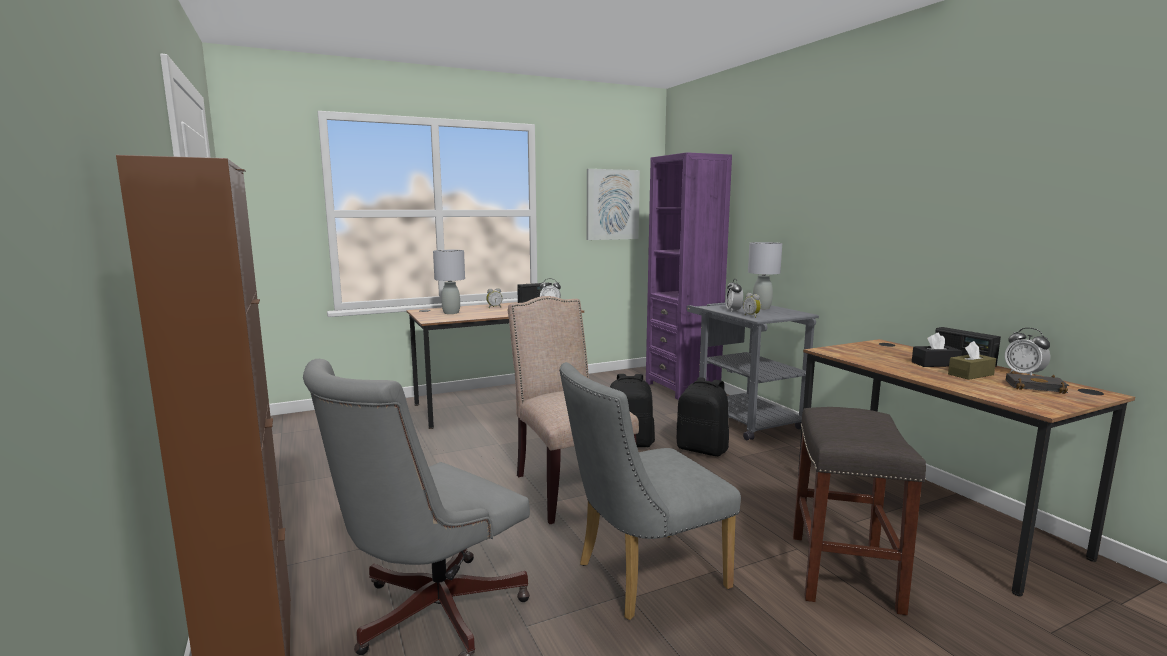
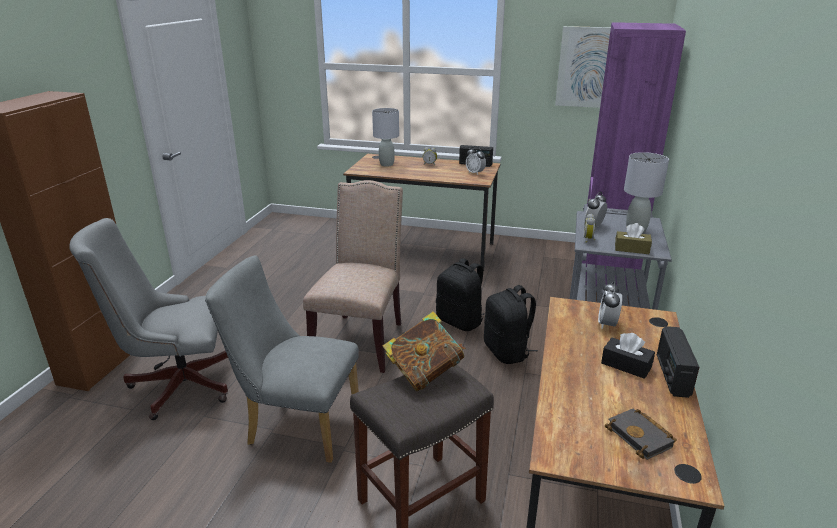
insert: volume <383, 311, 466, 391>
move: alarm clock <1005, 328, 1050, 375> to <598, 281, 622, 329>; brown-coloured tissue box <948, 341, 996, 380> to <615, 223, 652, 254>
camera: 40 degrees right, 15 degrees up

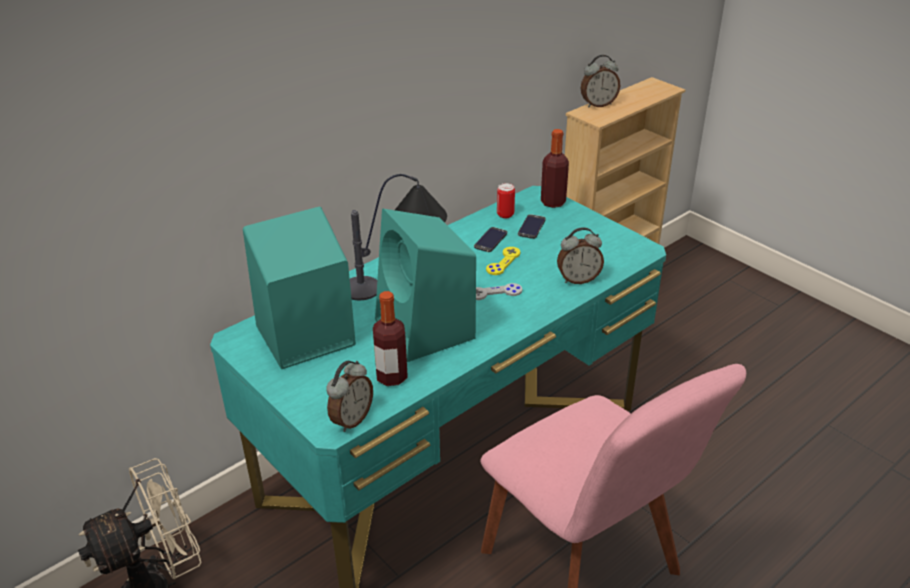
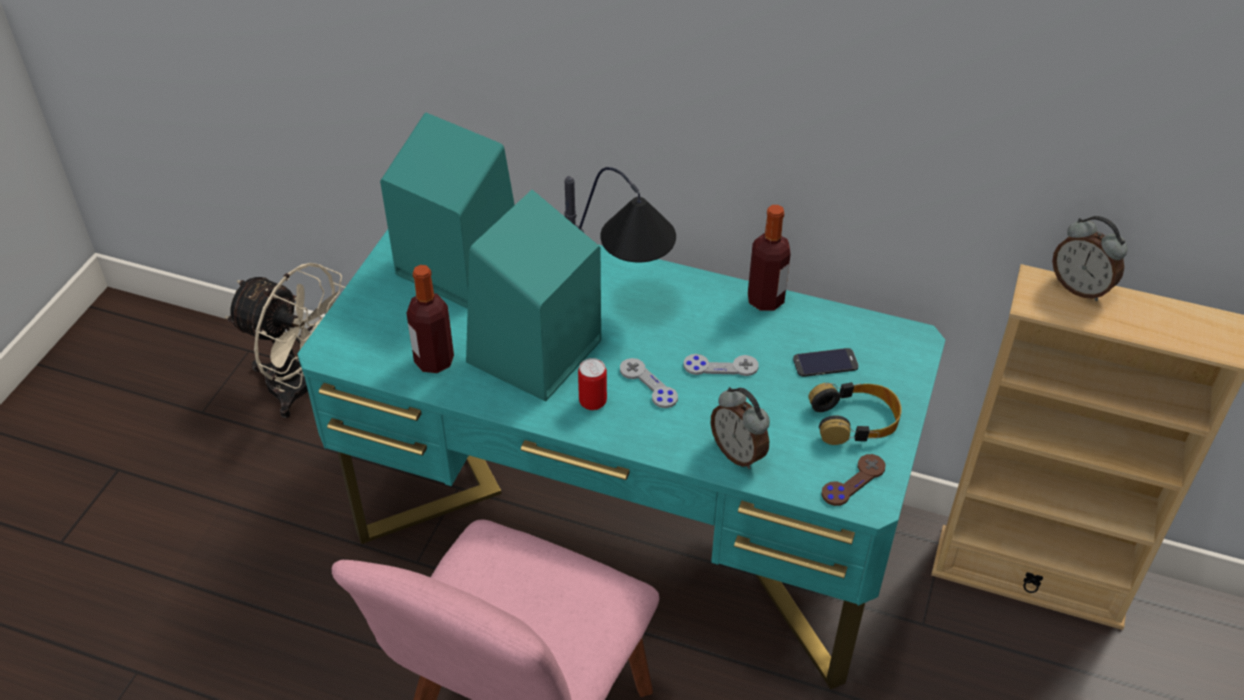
delete: alarm clock <326, 360, 373, 432>; handset <474, 227, 507, 252>
insert: pair of headphones <808, 382, 902, 445>; brown-coloured game controller <822, 454, 885, 506>
move: metal can <497, 183, 515, 218> to <578, 358, 607, 410>; drink bottle <541, 129, 569, 208> to <748, 205, 791, 311>
recolor: yellow game controller <486, 247, 520, 275> to grey game controller <684, 354, 759, 376>
camera: 60 degrees right, 10 degrees up

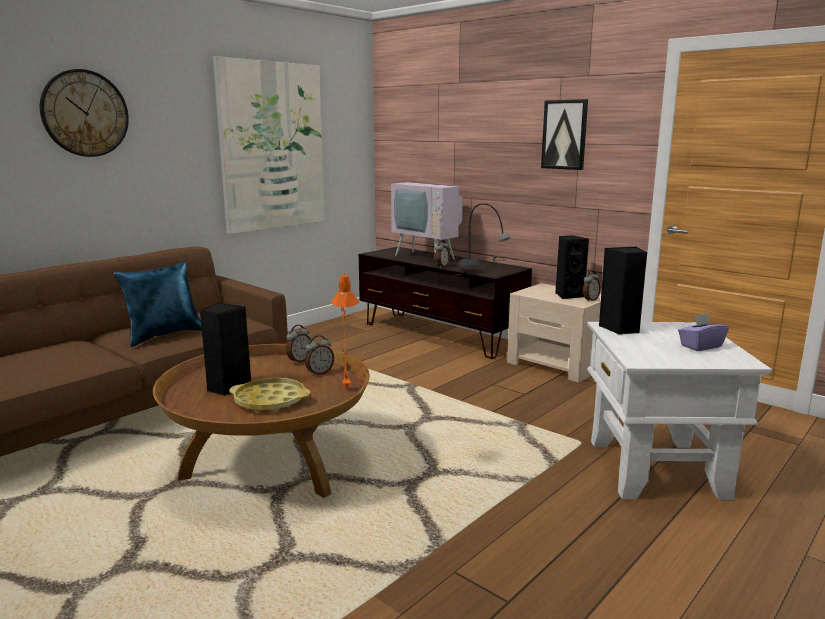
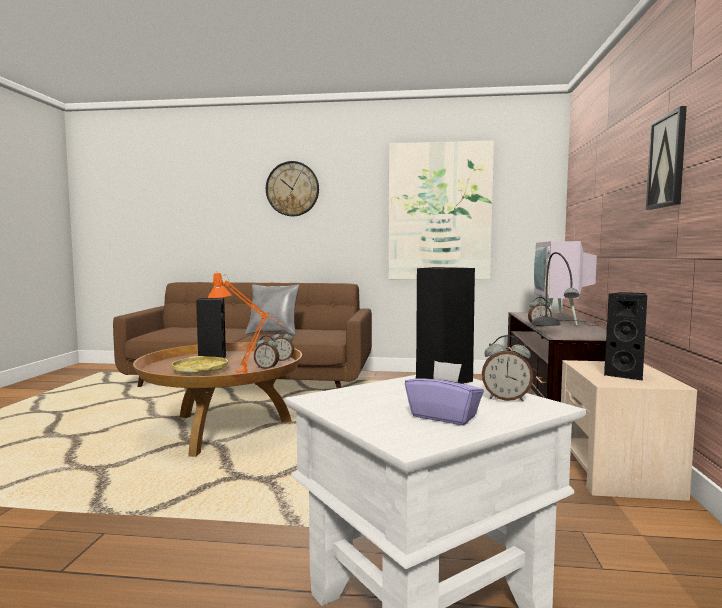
move: alarm clock <583, 271, 601, 302> to <482, 335, 533, 401>
recolor: bluish throw pillow <113, 261, 202, 347> to grey throw pillow <245, 284, 300, 335>
camera: 55 degrees right, 10 degrees down

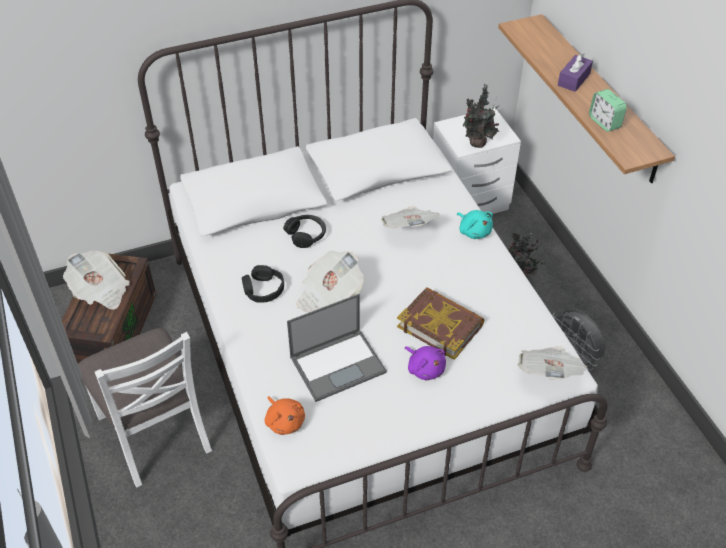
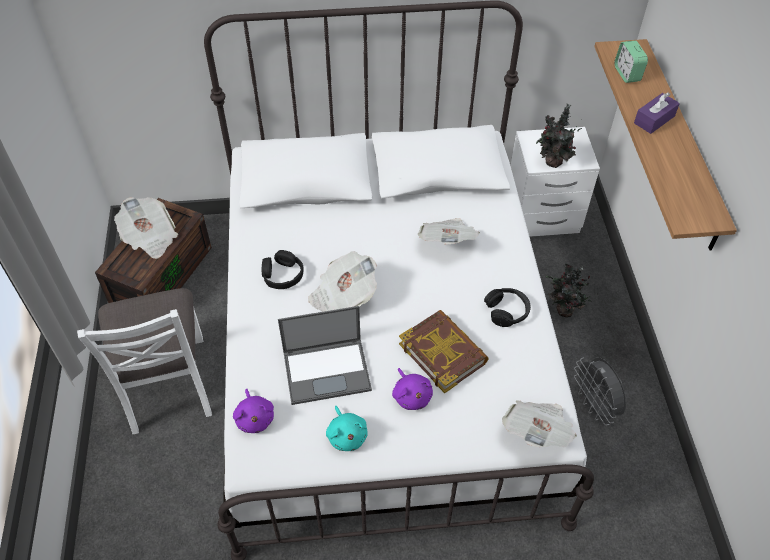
move: blue-green cuddly toy <457, 210, 493, 239> to <326, 406, 368, 451>; black-coloured pair of headphones <283, 215, 326, 248> to <484, 288, 531, 327>; alarm clock <589, 89, 627, 132> to <614, 40, 648, 83>
recolor: orange-coloured cuddly toy <265, 396, 305, 435> to purplish cuddly toy <233, 389, 274, 433>
camera: 15 degrees right, 5 degrees up

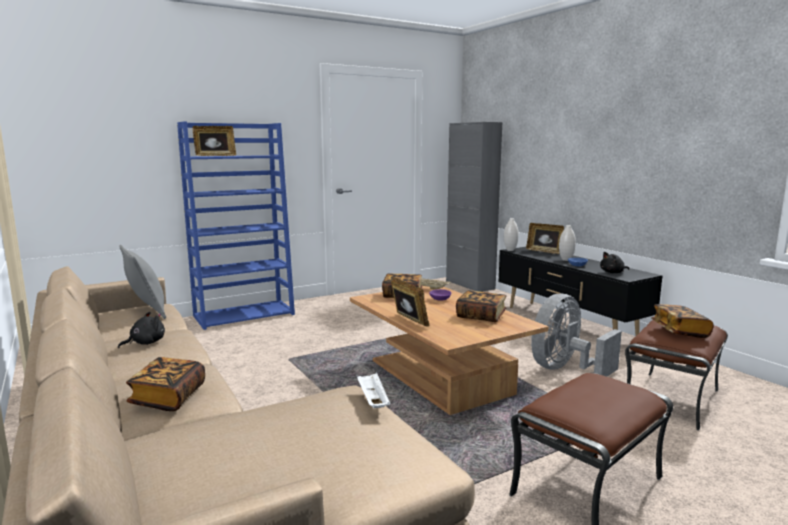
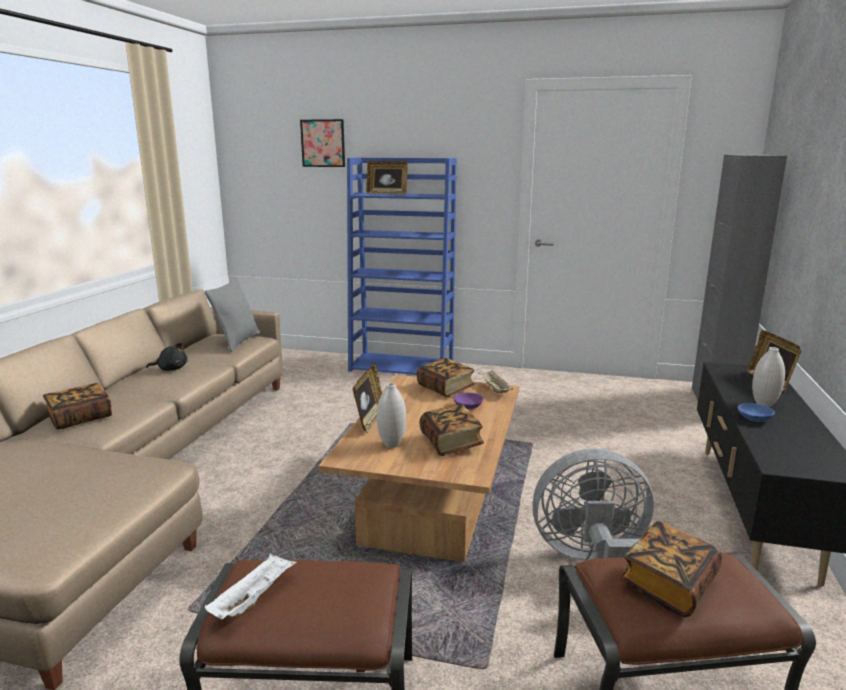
delete: black-coloured cuddly toy <600, 252, 629, 273>
insert: wall art <300, 119, 345, 167>
move: white tray <357, 373, 390, 408> to <205, 553, 296, 620>; white vase <504, 218, 519, 251> to <377, 383, 406, 448>
camera: 45 degrees right, 5 degrees up

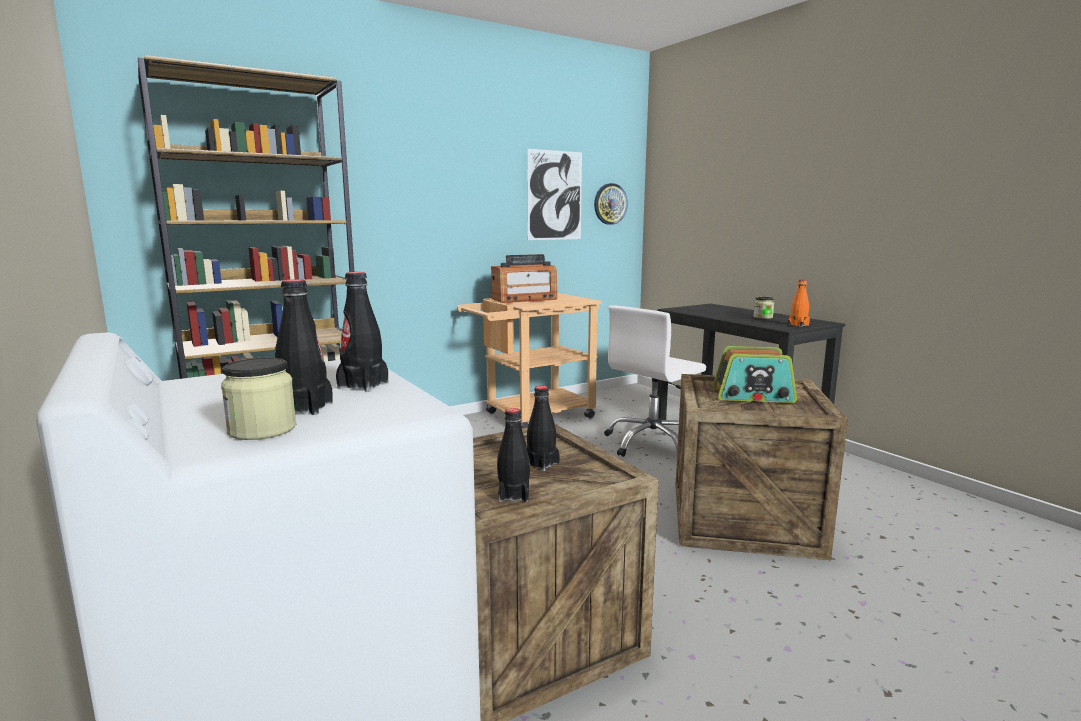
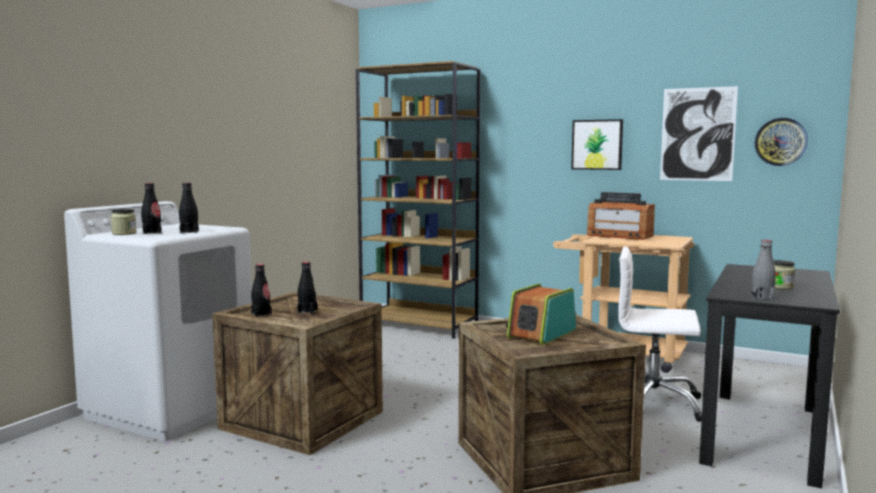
insert: wall art <571, 119, 623, 170>
recolor: orange-coloured drink bottle <788, 280, 810, 327> to grey drink bottle <752, 240, 776, 300>
rotate: radio set <713, 346, 797, 403> = <506, 284, 576, 345> 60 degrees clockwise
camera: 60 degrees right, 5 degrees down

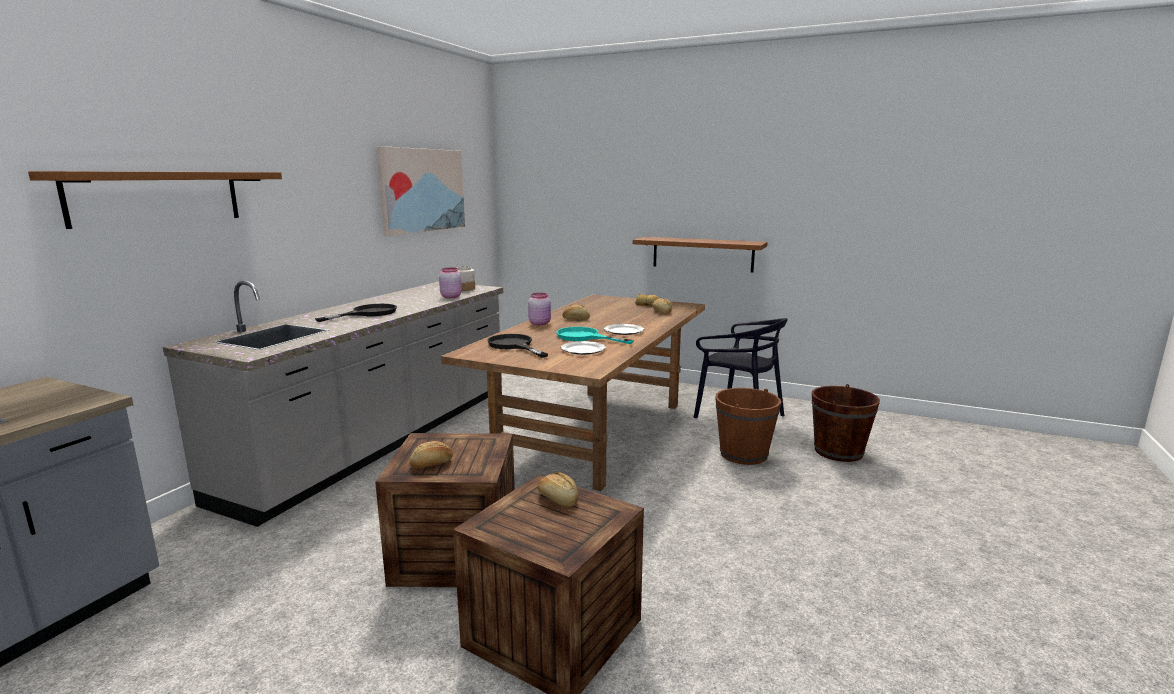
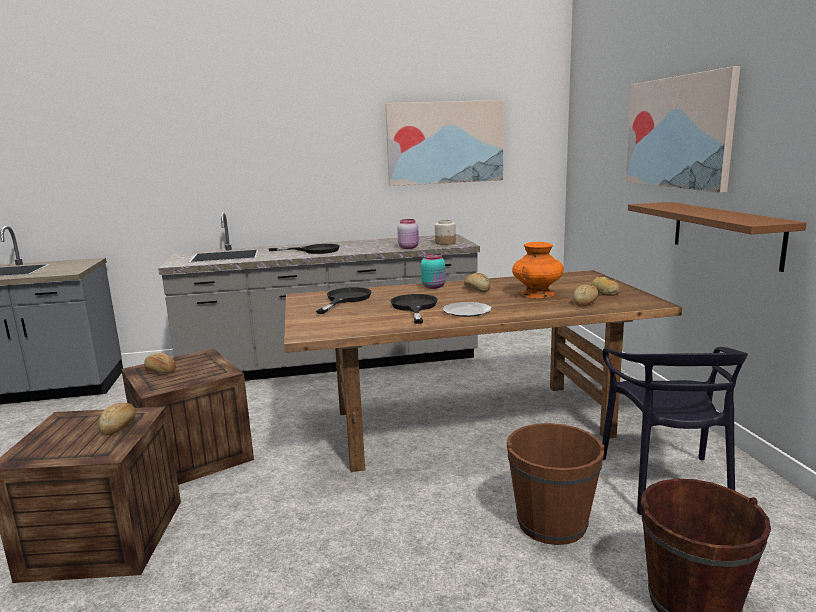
delete: brown-coloured bracket shelf <28, 171, 282, 229>; flat dish <561, 341, 606, 355>
insert: orange-coloured vase <512, 242, 564, 298>; wall art <625, 66, 740, 193>
recolor: blue-green skillet <556, 327, 634, 344> to black-coloured skillet <390, 294, 438, 324>; pinkish storage jar <528, 293, 551, 325> to blue-green storage jar <421, 253, 446, 289>
camera: 55 degrees right, 0 degrees up

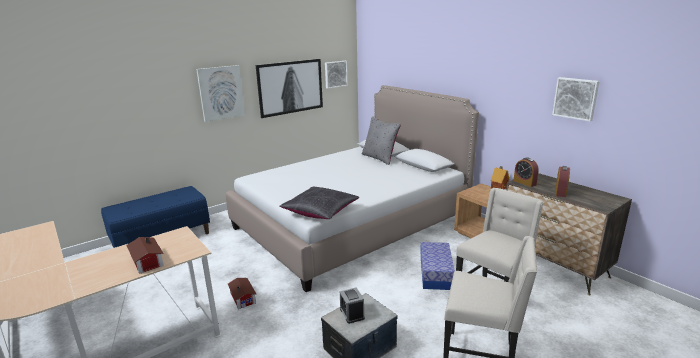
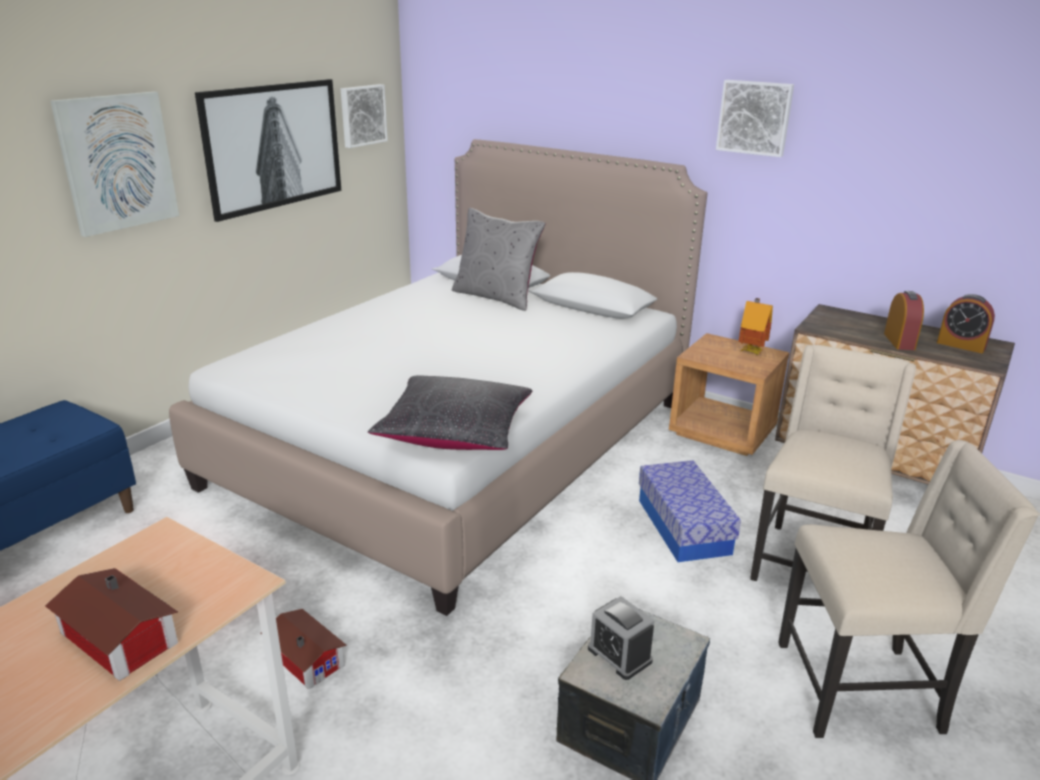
move: wall art <552, 77, 600, 121> to <716, 80, 794, 157>; alarm clock <513, 158, 539, 187> to <937, 294, 995, 353>
camera: 20 degrees left, 5 degrees up

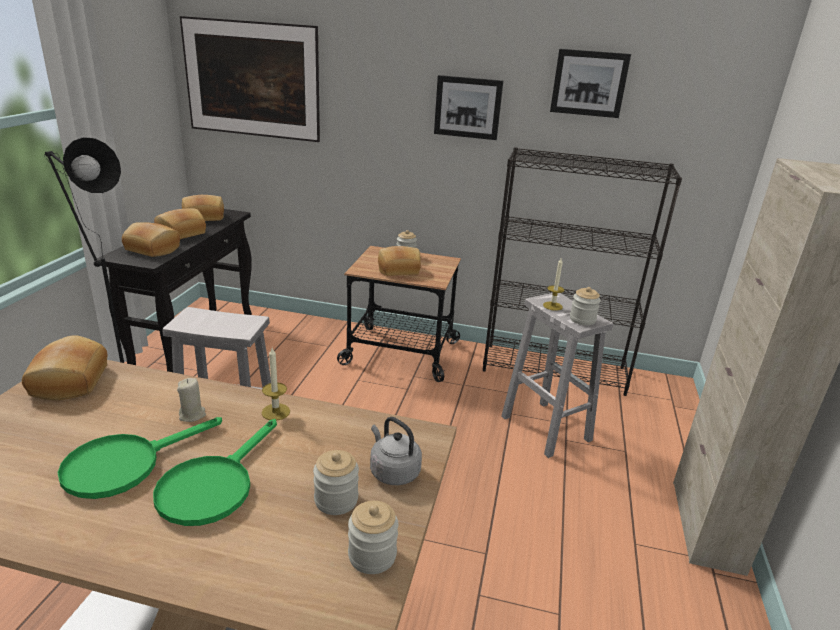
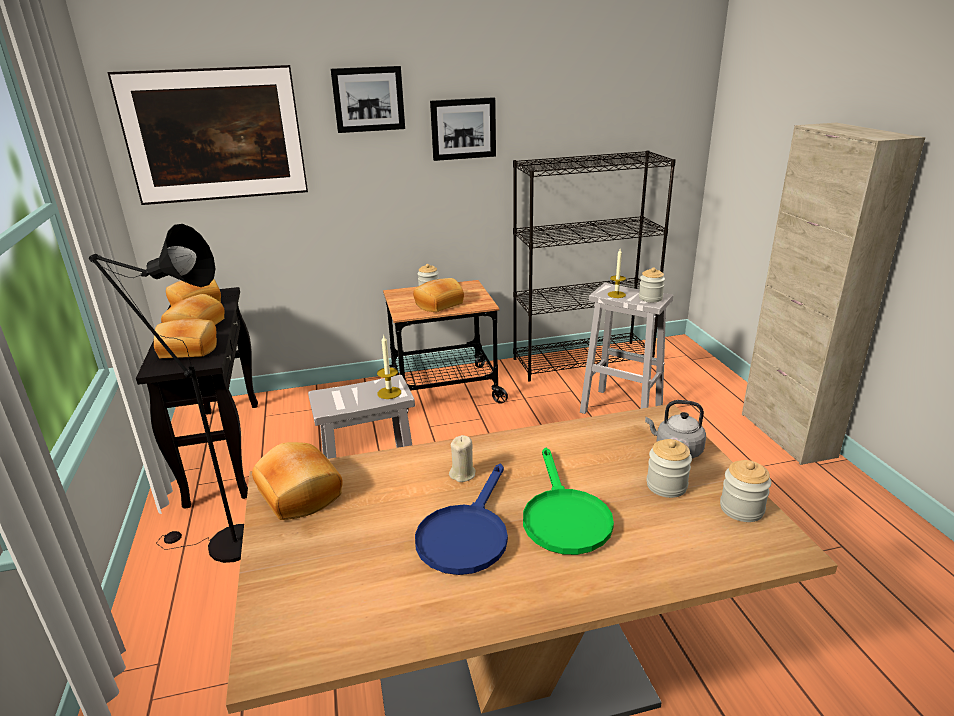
move: wall art <550, 49, 631, 118> to <331, 66, 405, 133>; wax light <262, 348, 290, 421> to <377, 334, 401, 399>
recolor: greenish skillet <58, 417, 222, 499> to bluish skillet <415, 464, 508, 575>
camera: 25 degrees left, 0 degrees up

